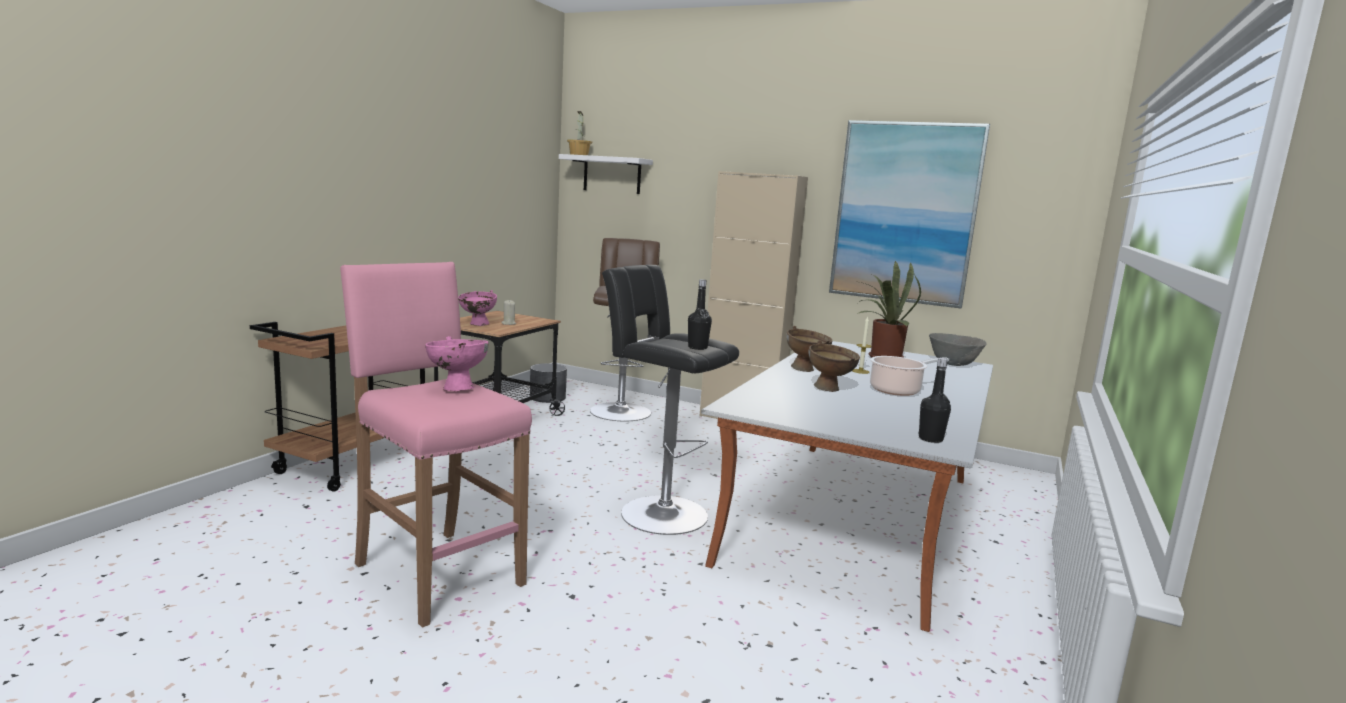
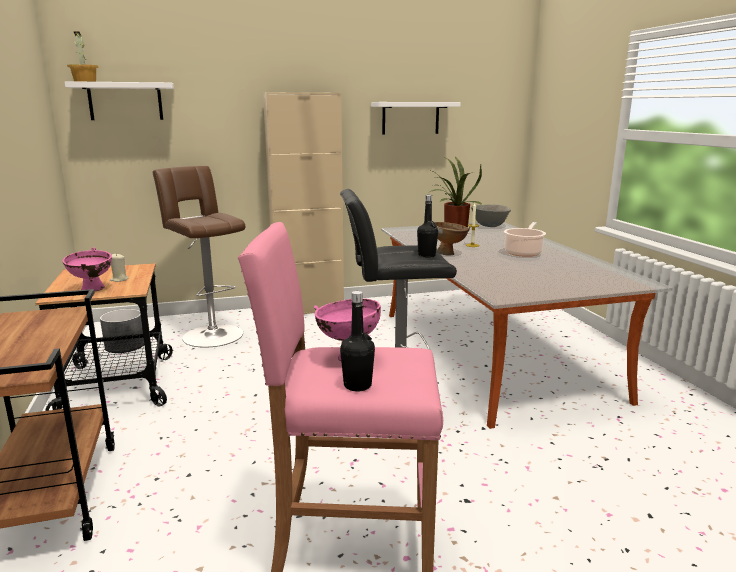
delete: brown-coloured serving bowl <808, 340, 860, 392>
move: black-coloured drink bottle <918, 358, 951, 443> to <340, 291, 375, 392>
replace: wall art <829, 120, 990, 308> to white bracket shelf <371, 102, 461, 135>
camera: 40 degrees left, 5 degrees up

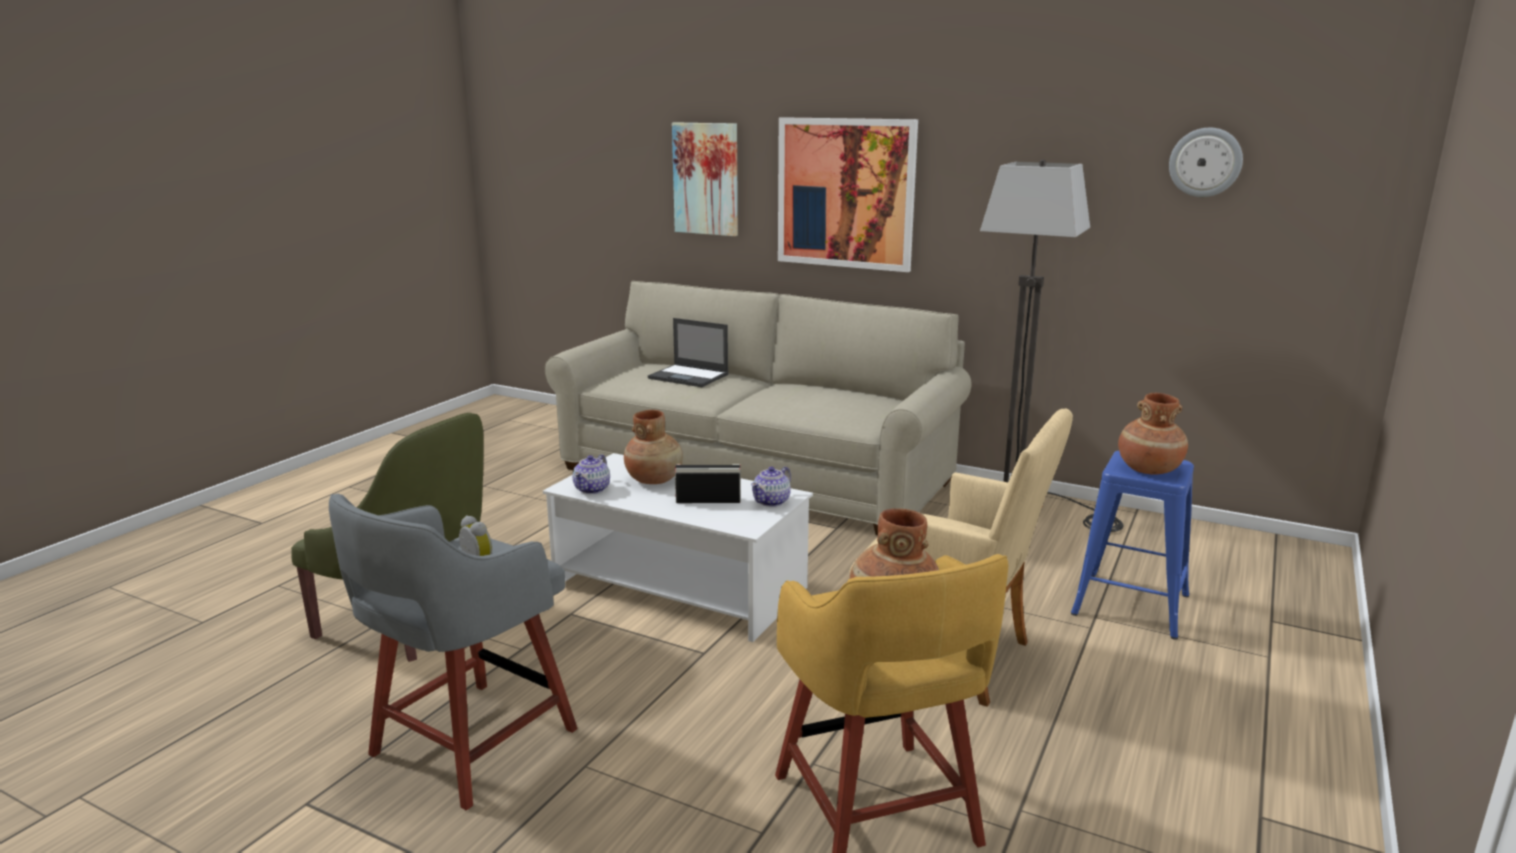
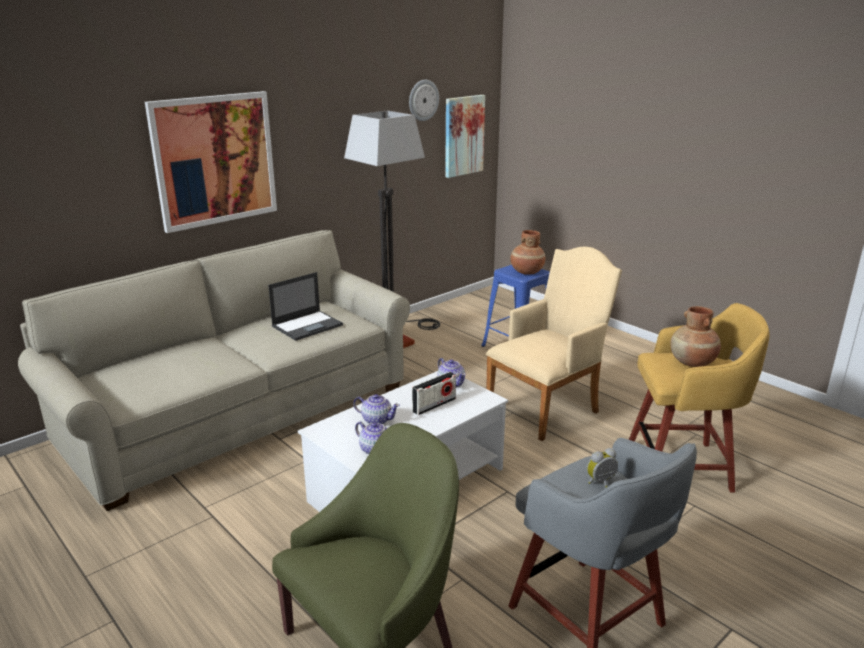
move: notebook computer <648, 318, 729, 387> to <268, 272, 343, 341>; wall art <672, 122, 738, 236> to <445, 95, 485, 178>
replace: brown-coloured vase <624, 410, 683, 484> to pot for tea <353, 394, 400, 424>
rotate: radio set <675, 464, 741, 503> = <412, 372, 456, 415> 150 degrees counterclockwise
camera: 70 degrees left, 5 degrees up

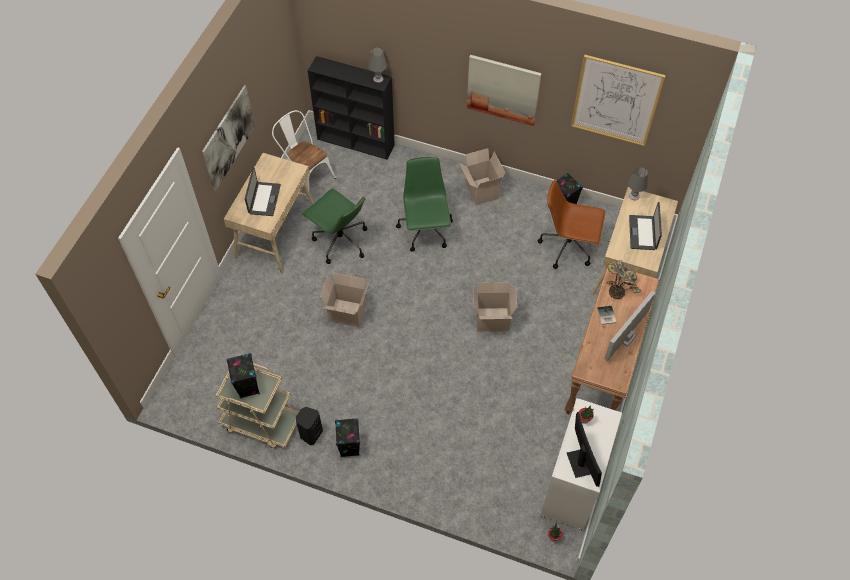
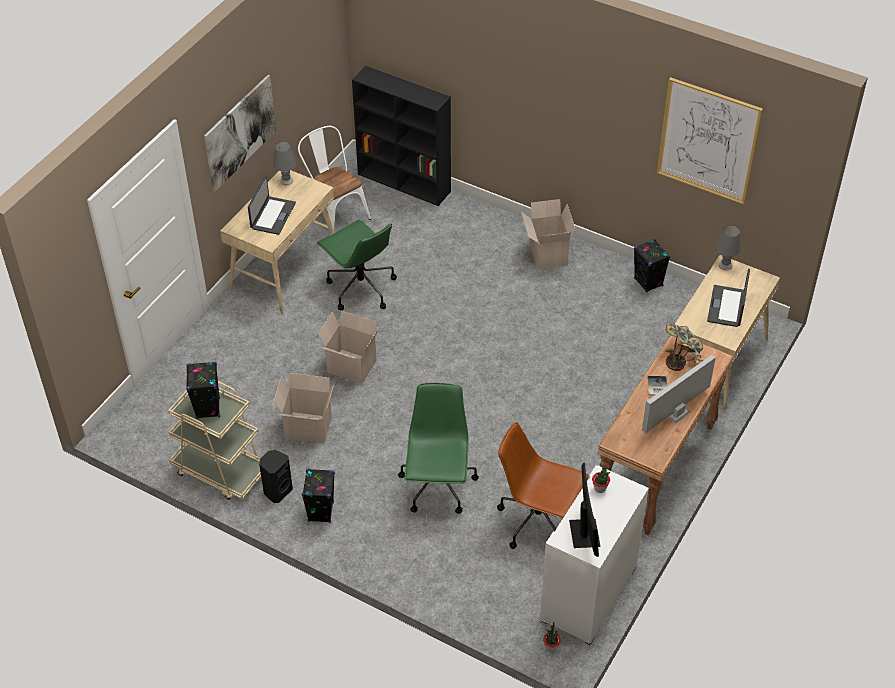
delete: wall art <467, 55, 542, 126>
move: grey table lamp <368, 47, 387, 83> to <273, 142, 296, 185>; carton <473, 282, 517, 332> to <274, 373, 334, 443>; greenish office chair <396, 157, 453, 252> to <398, 383, 479, 514>; brown-coloured office chair <538, 180, 606, 269> to <497, 422, 589, 549>
camera: 10 degrees right, 10 degrees down

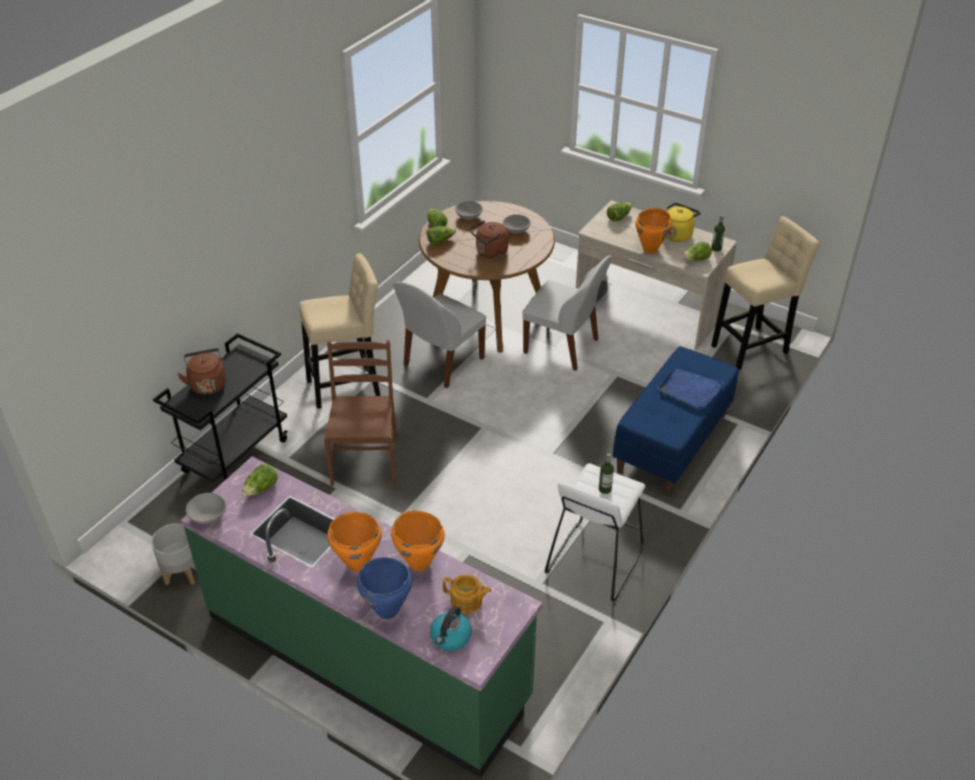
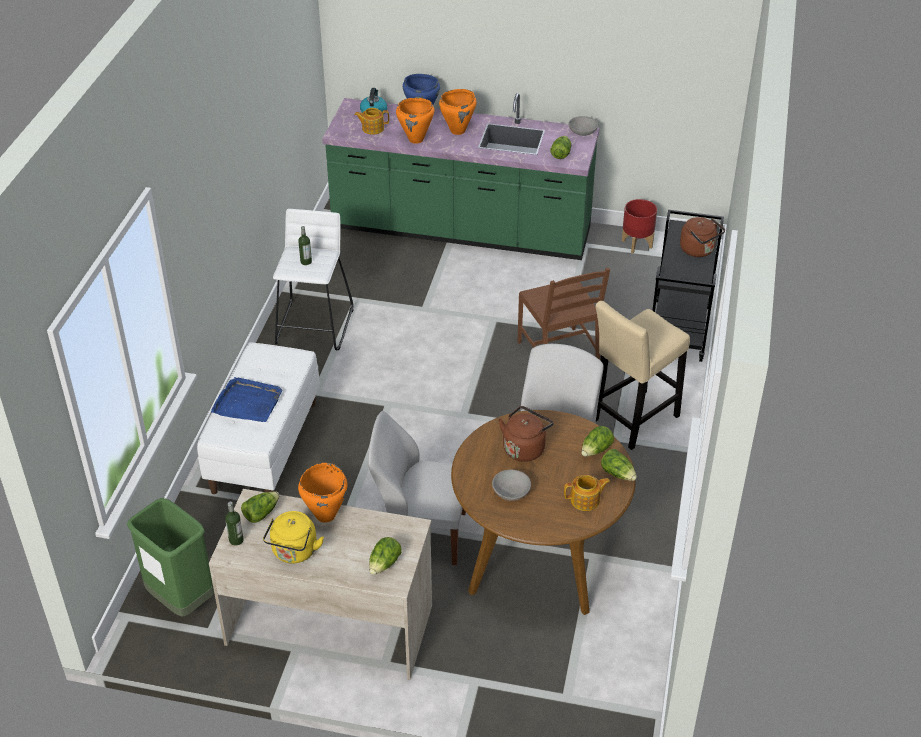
replace: beige stool seat <711, 216, 820, 370> to greenish trash can <127, 498, 214, 617>; grey serving bowl <455, 201, 483, 220> to pot for tea <564, 475, 610, 511>
recolor: bluish long seat <613, 346, 738, 495> to white long seat <197, 342, 320, 494>; grey flower pot <151, 523, 195, 585> to reddish flower pot <622, 199, 657, 253>
camera: 160 degrees right, 0 degrees up

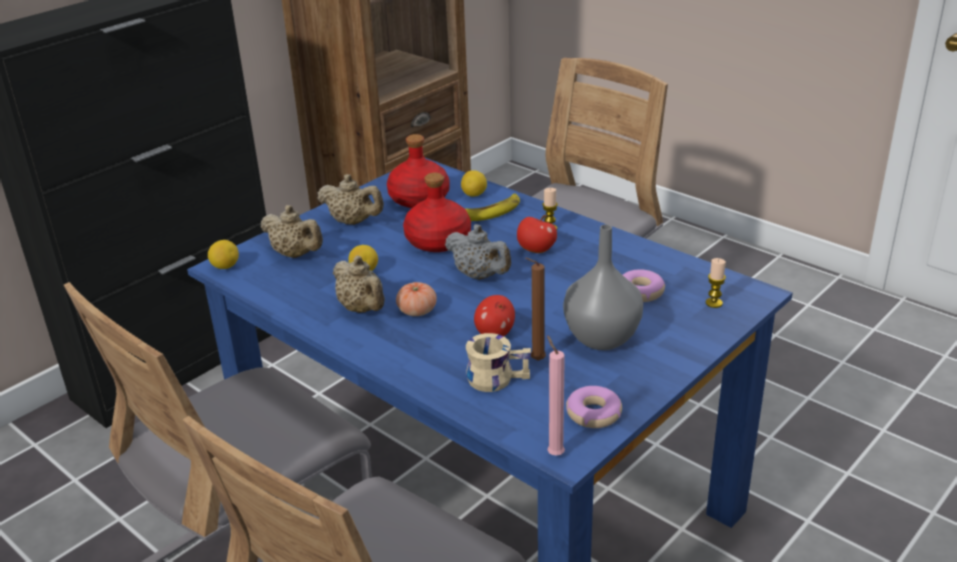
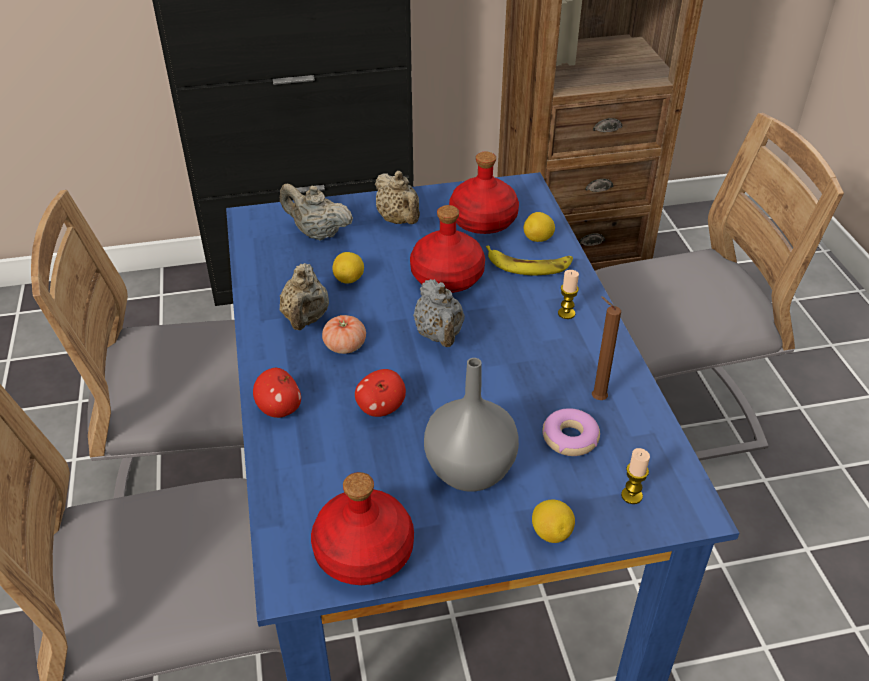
delete: beige tea mug <466, 333, 531, 392>; pinkish wax light <547, 335, 565, 456>
move: apple fruit <517, 215, 557, 253> to <253, 368, 301, 418>; citrus fruit <208, 240, 239, 269> to <532, 499, 575, 543>; brown-coloured wax light <525, 258, 546, 361> to <592, 296, 621, 400>
replace: doughnut <566, 386, 622, 428> to reddish drink bottle <311, 472, 414, 585>
rotate: beige pot for tea <261, 205, 323, 258> = <280, 183, 353, 241> 135 degrees clockwise
camera: 35 degrees right, 10 degrees up

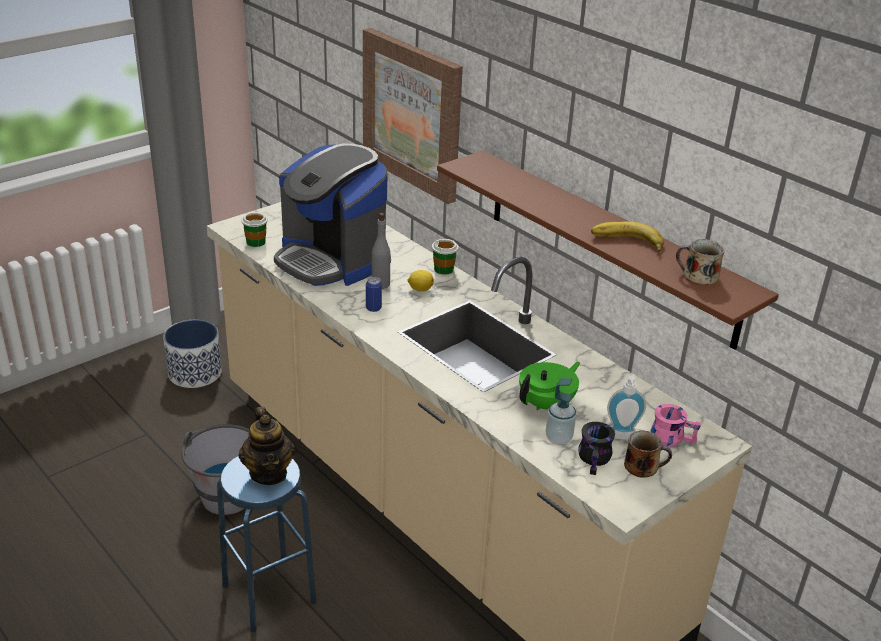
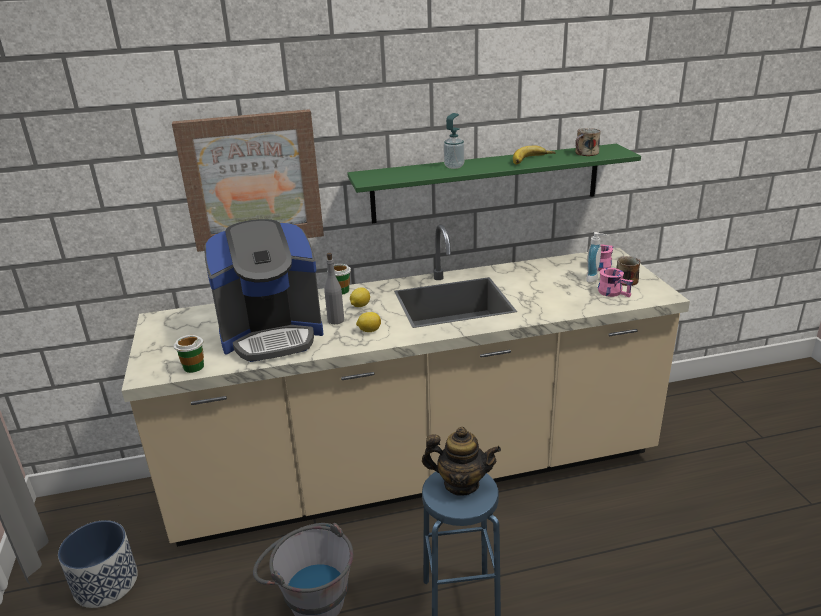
delete: greenish pot for tea <519, 362, 580, 410>
move: soap dispenser <545, 378, 576, 444> to <444, 113, 465, 169>
replace: metal can <366, 277, 382, 312> to citrus fruit <356, 312, 381, 332>
recolor: brown-coloured bracket shelf <437, 150, 779, 350> to greenish bracket shelf <347, 144, 641, 223>; black-coloured tea mug <578, 422, 615, 475> to pinkish tea mug <598, 268, 633, 297>
camera: 60 degrees left, 5 degrees down

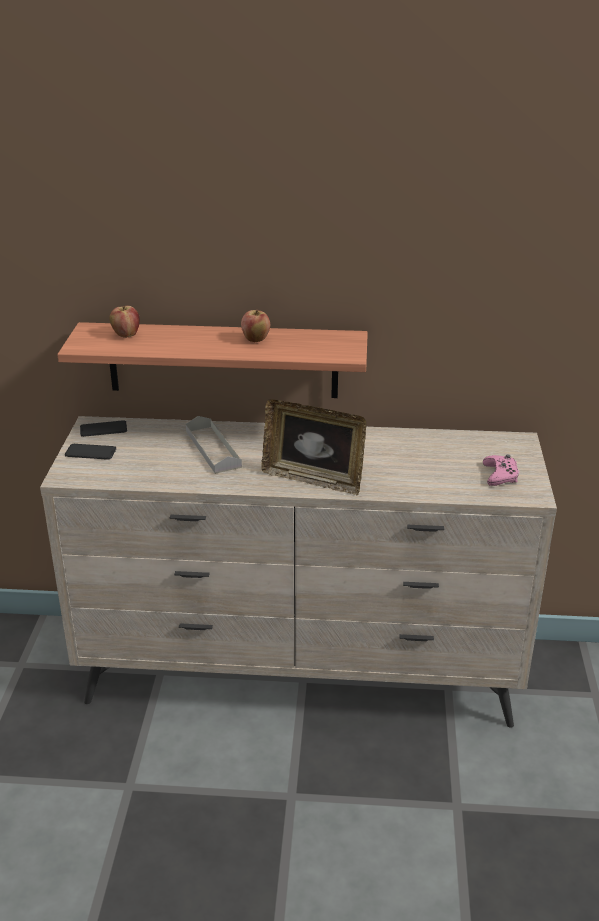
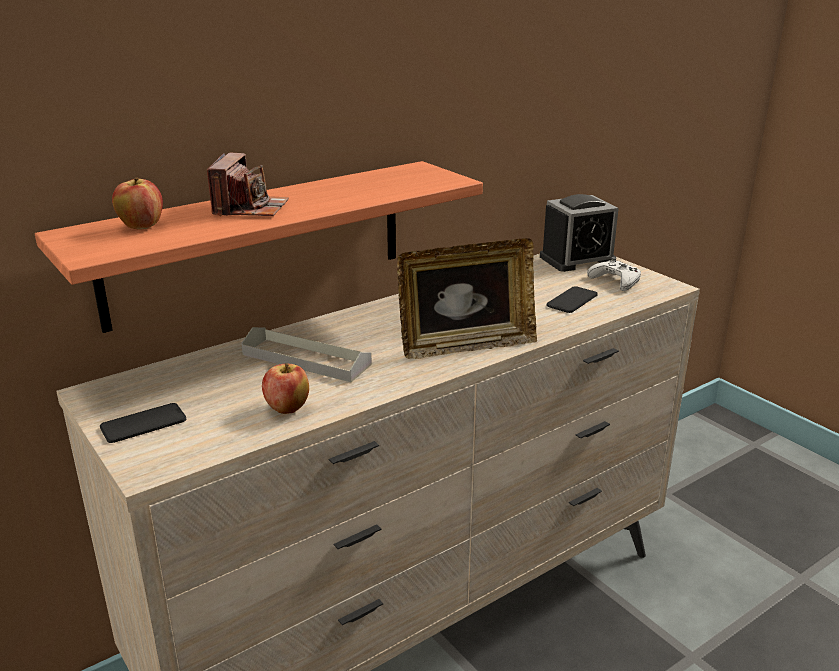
insert: still camera <207, 153, 289, 216>; alarm clock <540, 194, 619, 272>
move: apple fruit <241, 310, 270, 342> to <262, 363, 309, 414>; handset <80, 420, 127, 437> to <547, 286, 598, 313>
recolor: pinkish game controller <483, 454, 519, 486> to white game controller <587, 257, 641, 291>
camera: 40 degrees left, 5 degrees down

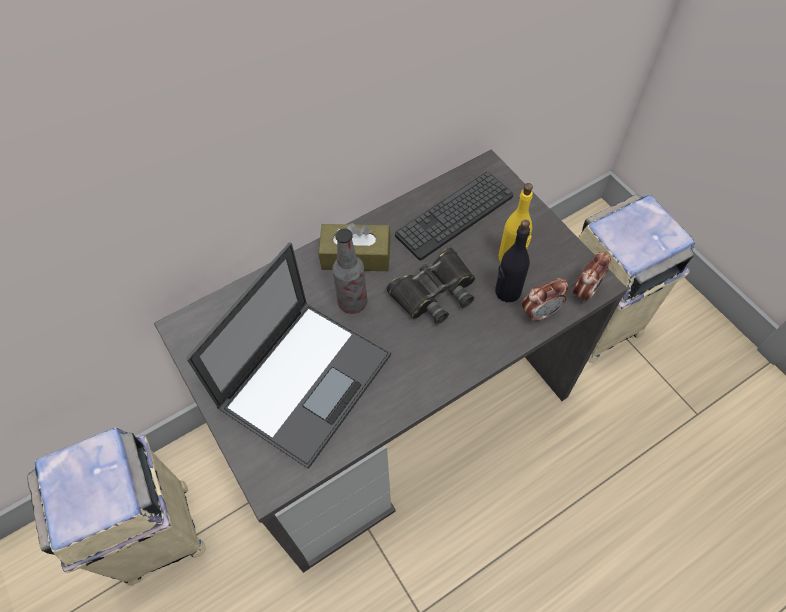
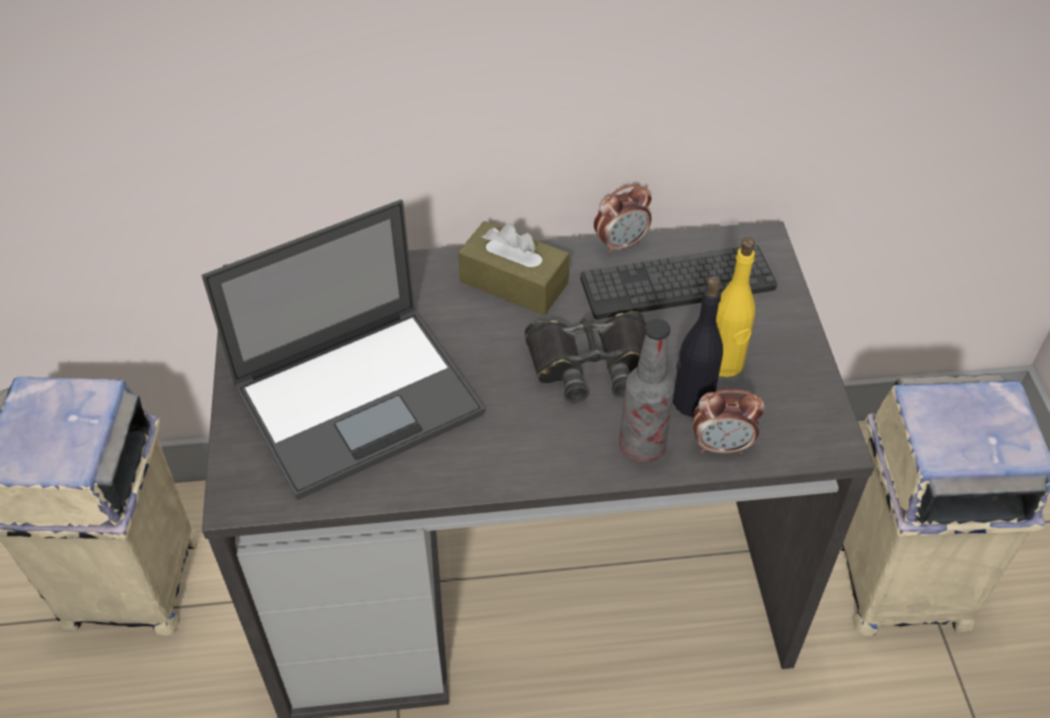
move: alarm clock <573, 252, 611, 304> to <594, 184, 652, 255>; drink bottle <333, 228, 367, 314> to <619, 319, 675, 463>
camera: 25 degrees right, 10 degrees down

